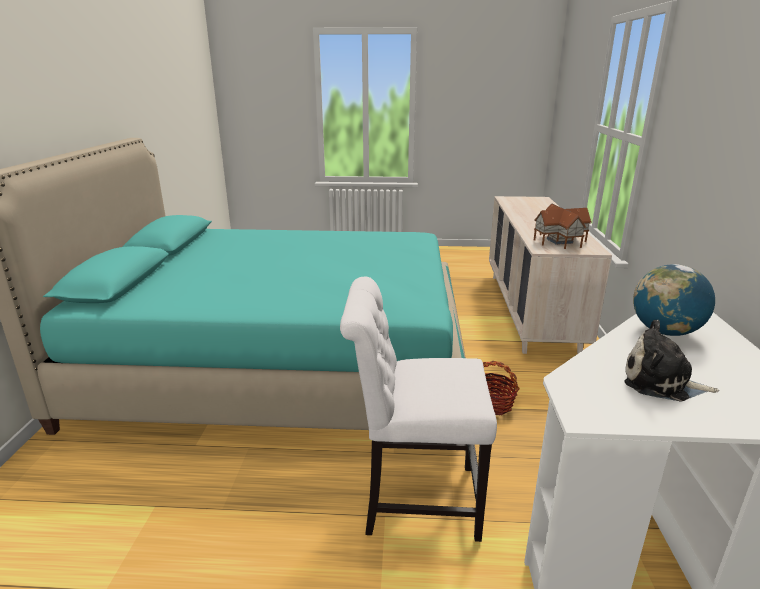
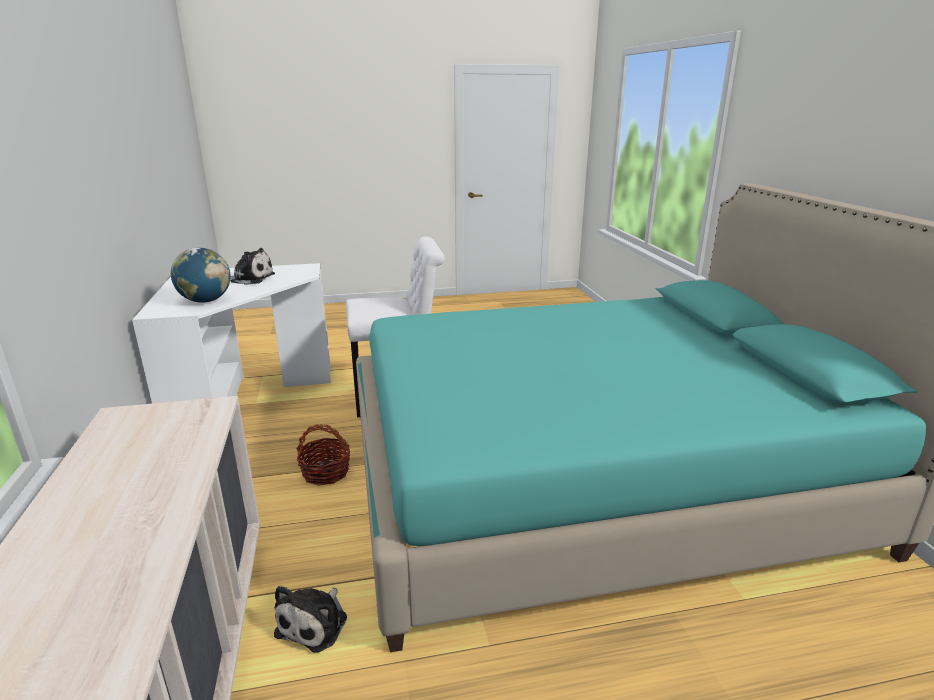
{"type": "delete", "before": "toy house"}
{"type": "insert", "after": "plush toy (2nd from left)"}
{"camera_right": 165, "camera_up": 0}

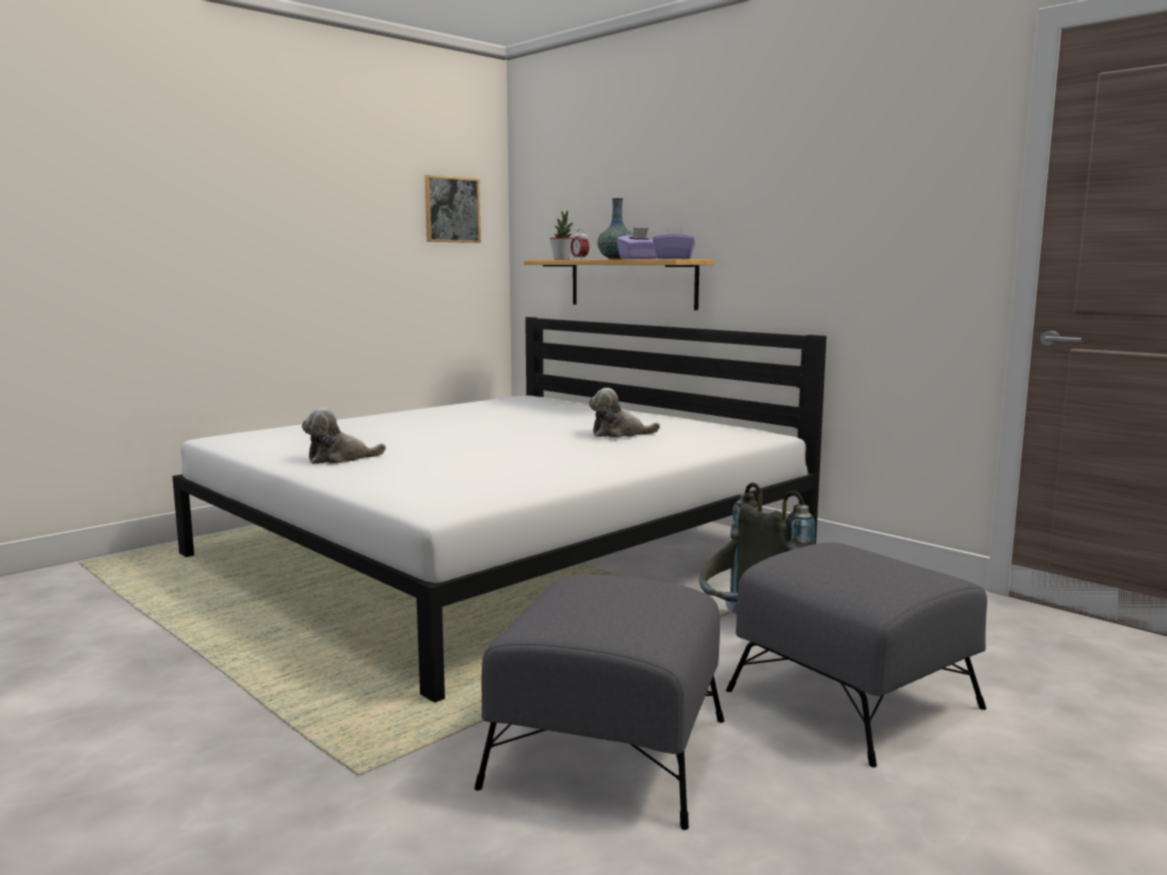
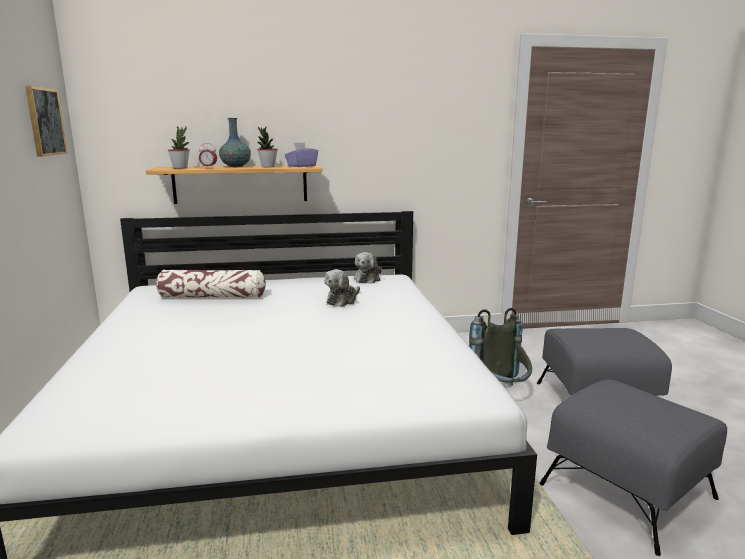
{"type": "insert", "after": "pillow"}
{"type": "move", "before": "plush toy (1st from left in the first image)", "after": "plush toy (2nd from left)"}
{"type": "replace", "before": "purple tissue box (1st from left)", "after": "potted plant (2nd from left)"}
{"camera_right": -55, "camera_up": 5}

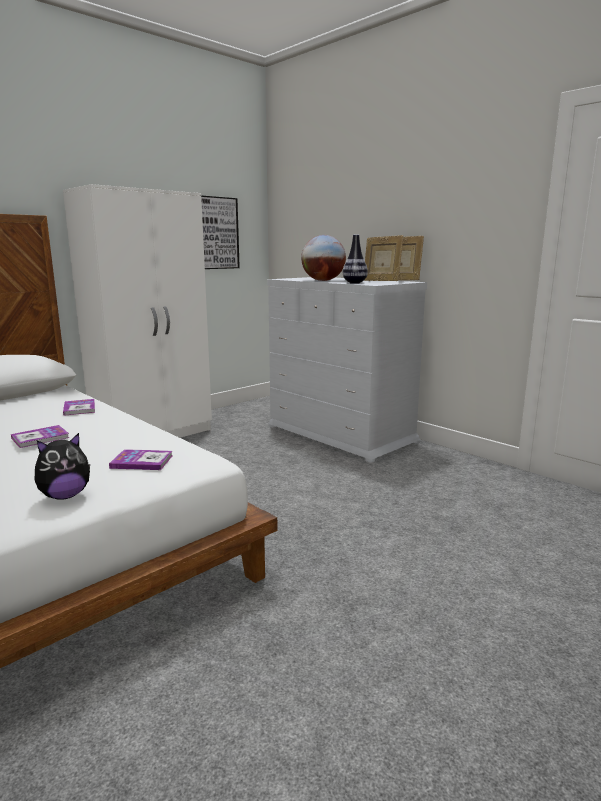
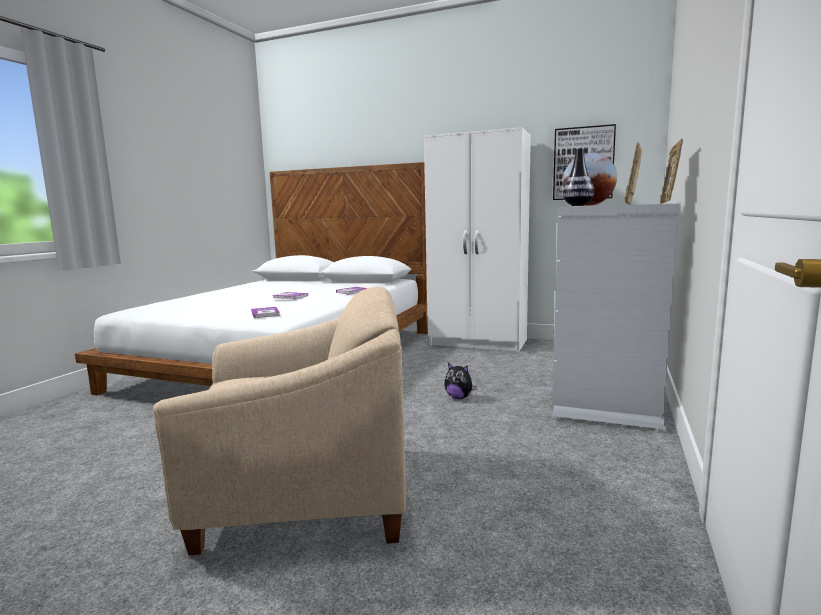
{"type": "insert", "after": "beige armchair"}
{"type": "move", "before": "plush toy"}
{"camera_right": 65, "camera_up": -5}

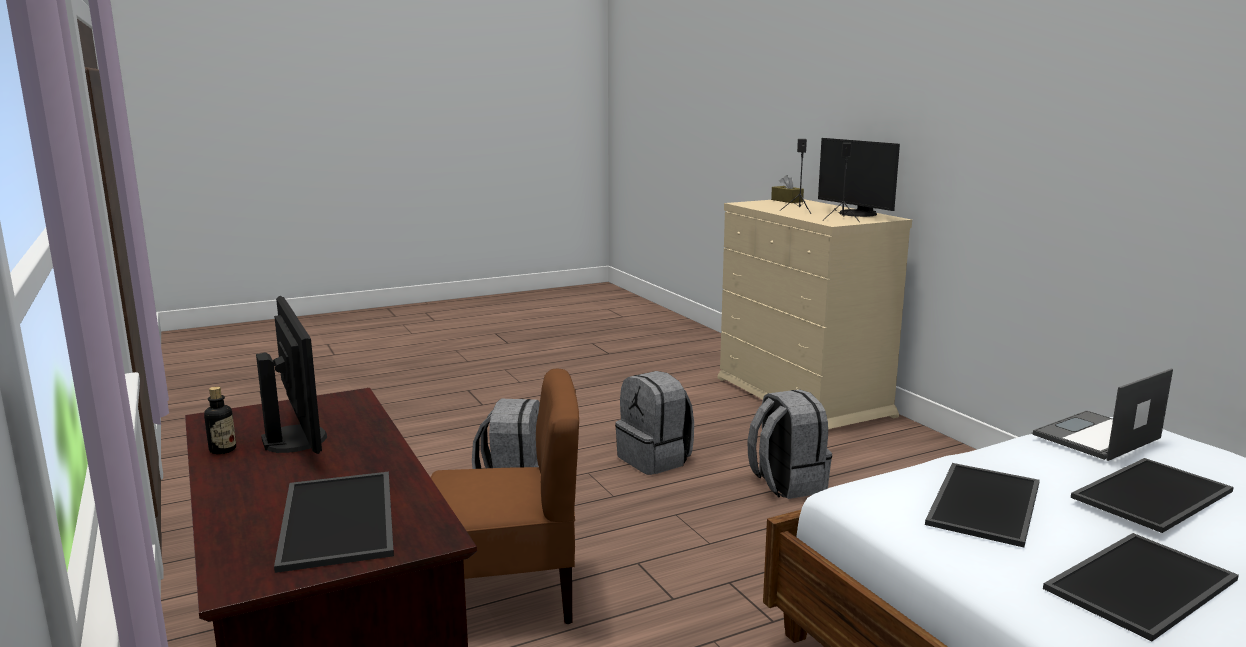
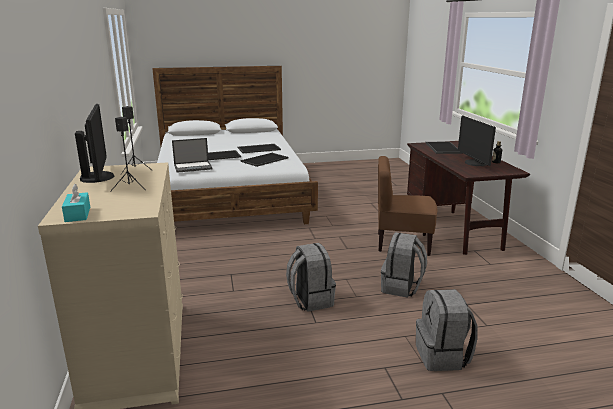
{"type": "move", "before": "grey backpack (3rd from left)"}
{"type": "recolor", "before": "brown tissue box", "after": "turquoise tissue box"}
{"camera_right": -165, "camera_up": 5}

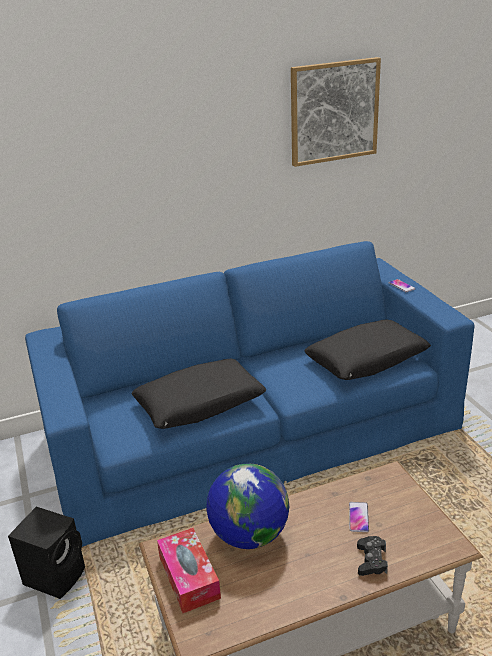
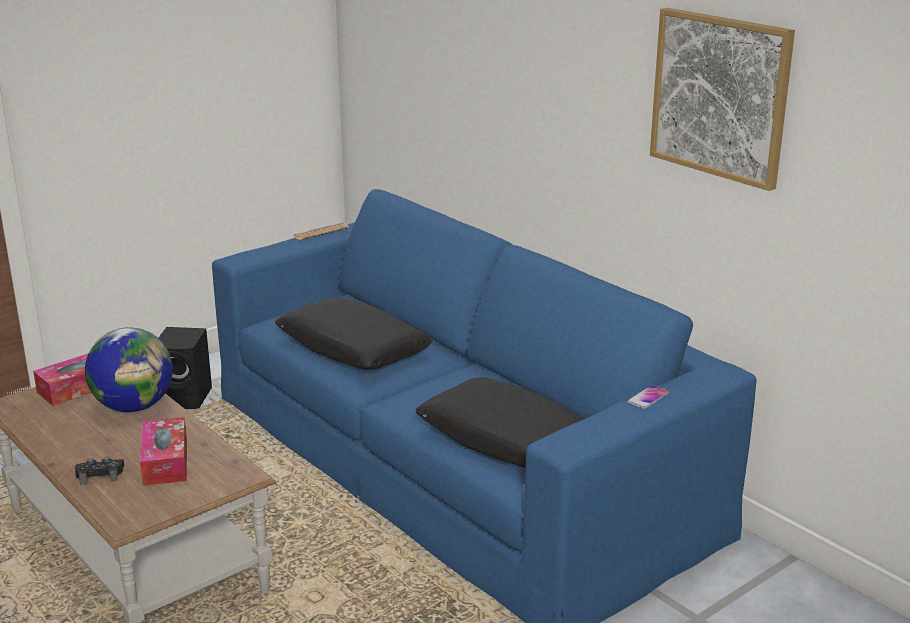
{"type": "insert", "after": "newspaper"}
{"type": "replace", "before": "phone (1st from left)", "after": "tissue box (2nd from left)"}
{"camera_right": 70, "camera_up": -5}

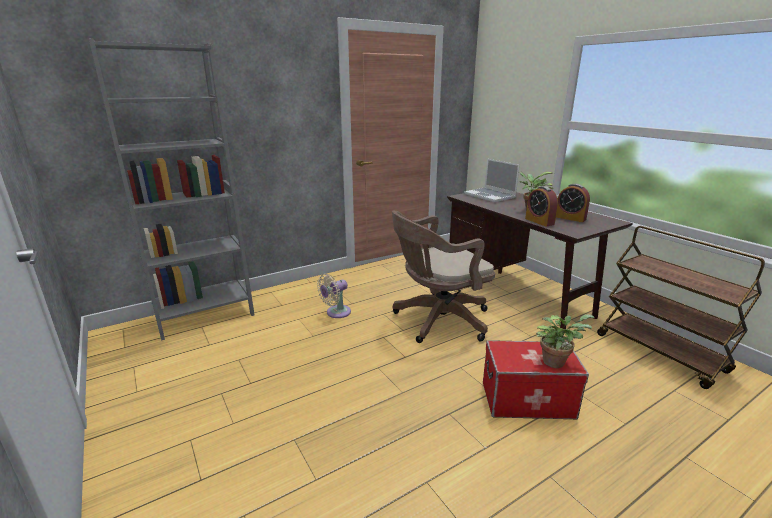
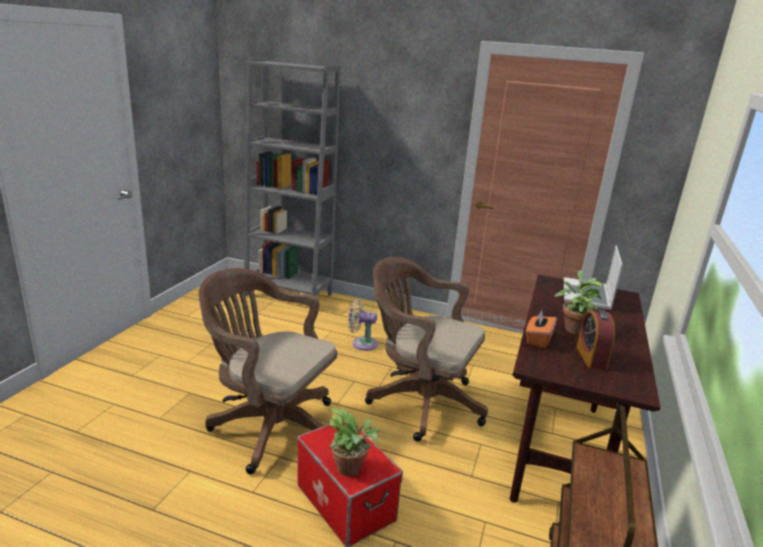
{"type": "insert", "after": "brown office chair (1st from left)"}
{"type": "replace", "before": "alarm clock (1st from left)", "after": "orange tissue box"}
{"camera_right": 50, "camera_up": 0}

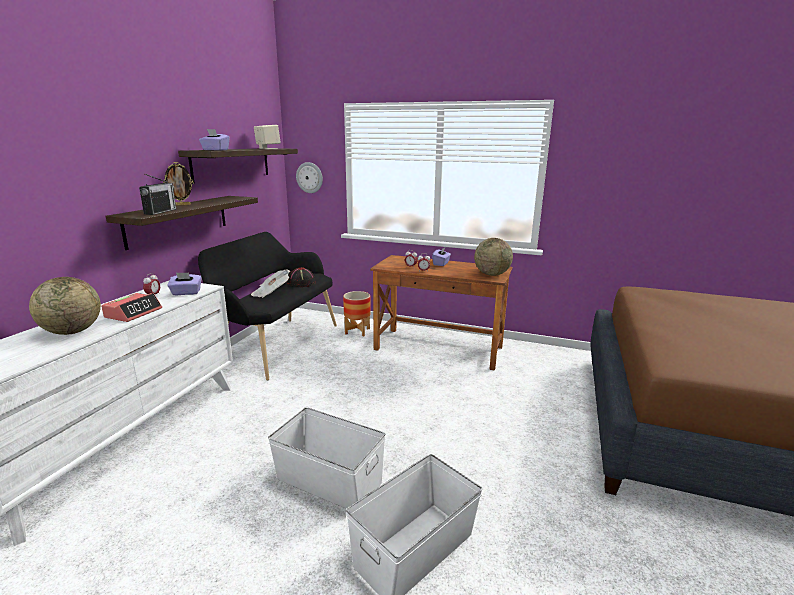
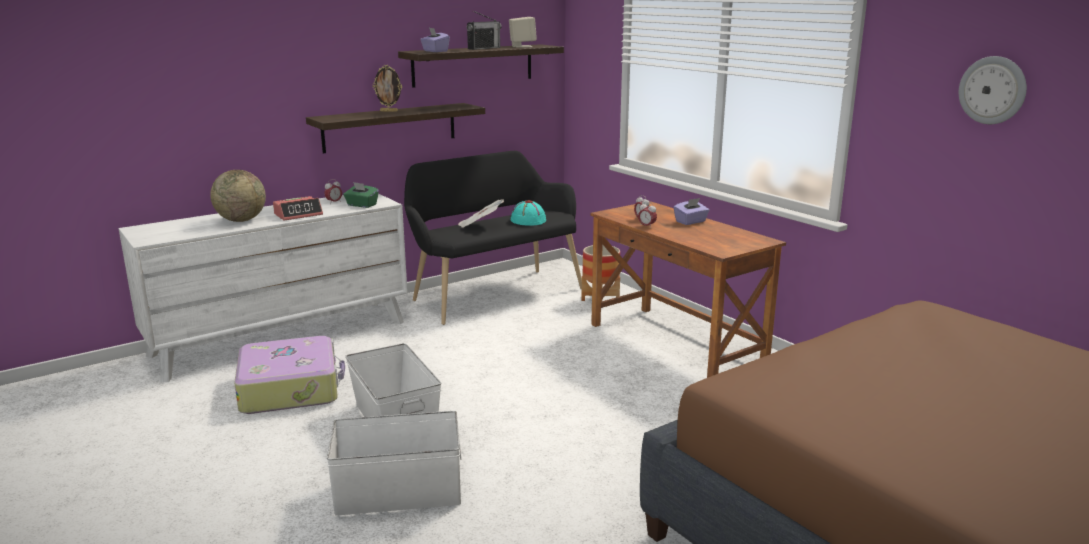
{"type": "delete", "before": "globe (2nd from left)"}
{"type": "insert", "after": "suitcase"}
{"type": "move", "before": "radio"}
{"type": "move", "before": "wall clock"}
{"type": "recolor", "before": "purple tissue box (1st from left)", "after": "green tissue box"}
{"type": "recolor", "before": "black hat", "after": "turquoise hat"}
{"camera_right": 35, "camera_up": 0}

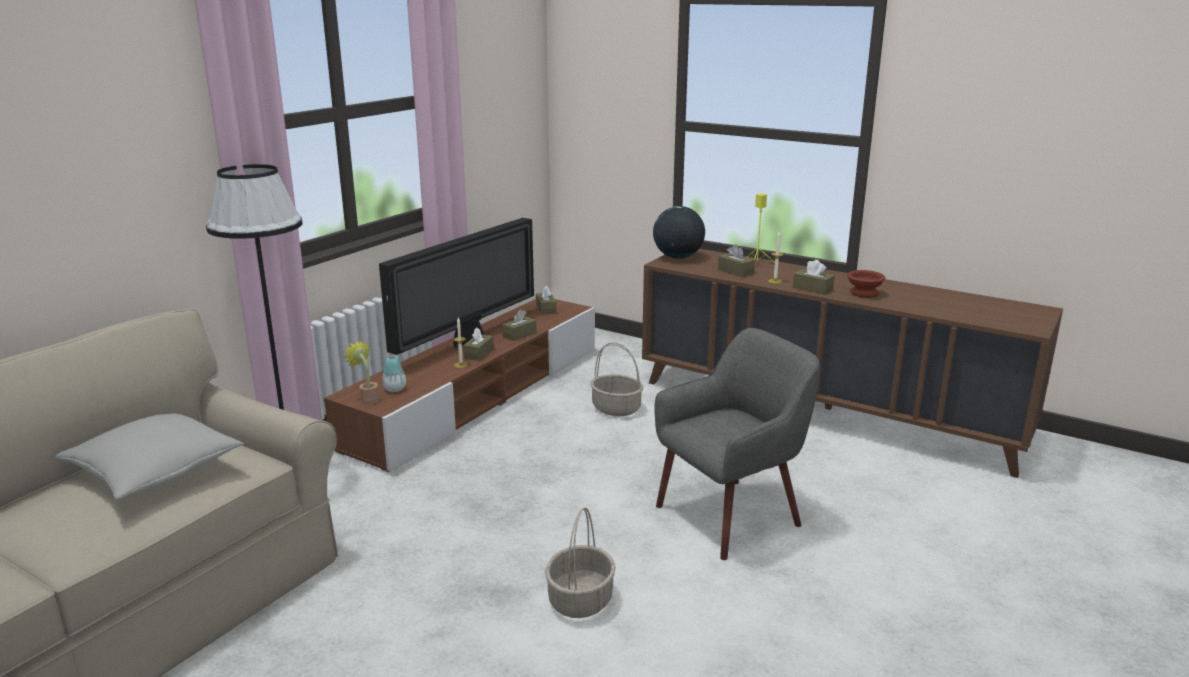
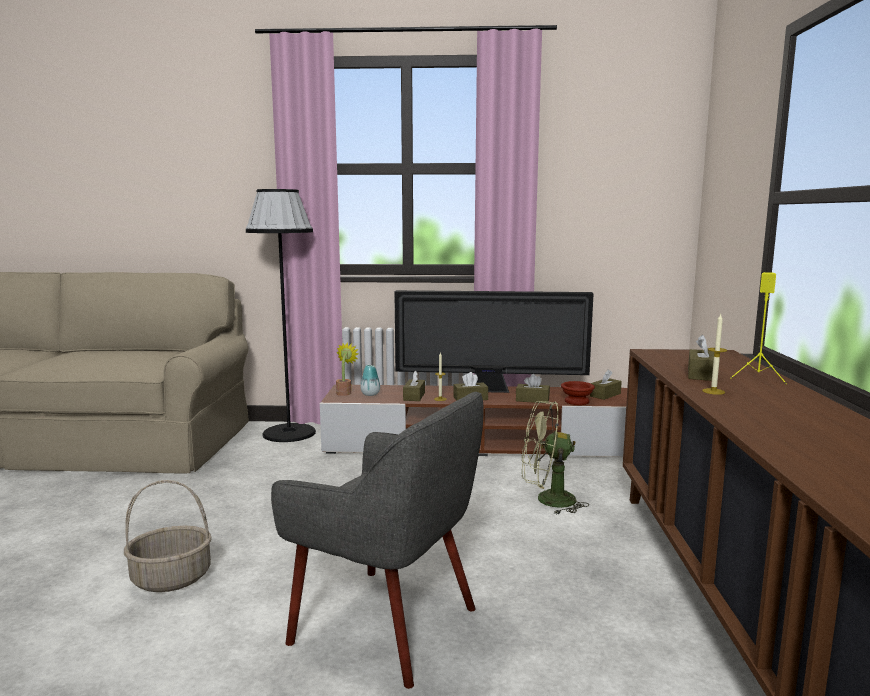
{"type": "delete", "before": "grey pillow"}
{"type": "delete", "before": "globe"}
{"type": "move", "before": "brown tissue box (5th from left in the first image)", "after": "brown tissue box (1st from left)"}
{"type": "move", "before": "brown bowl"}
{"type": "replace", "before": "basket (2nd from left)", "after": "green fan"}
{"camera_right": 60, "camera_up": -10}

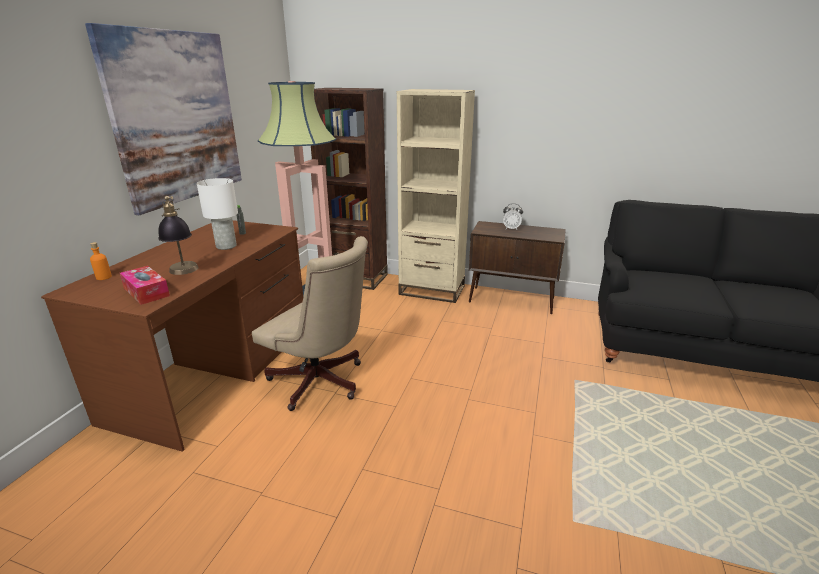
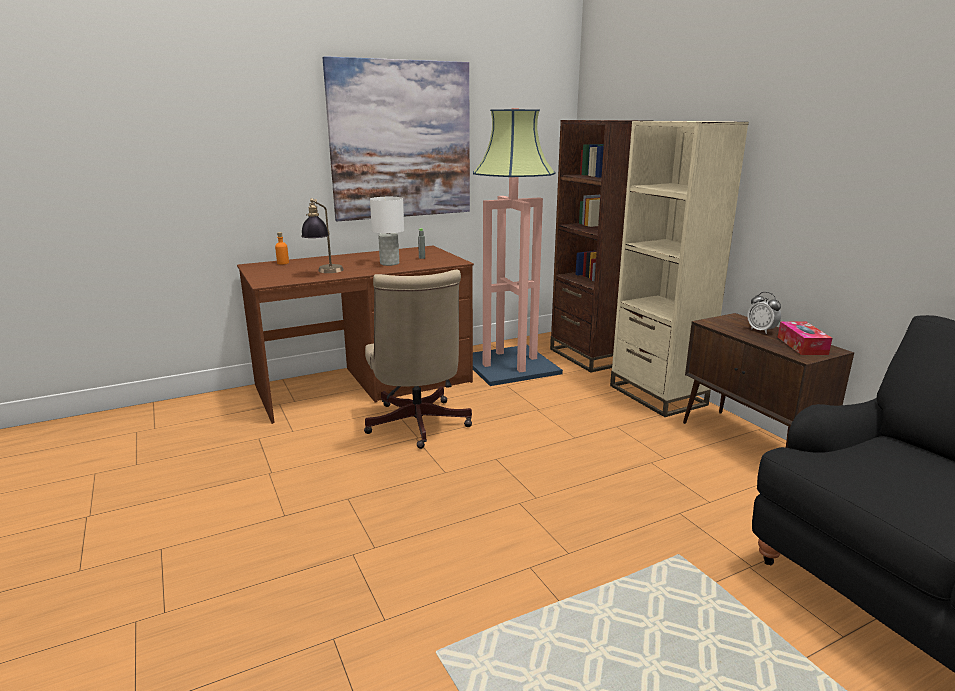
{"type": "move", "before": "tissue box"}
{"camera_right": 45, "camera_up": -5}

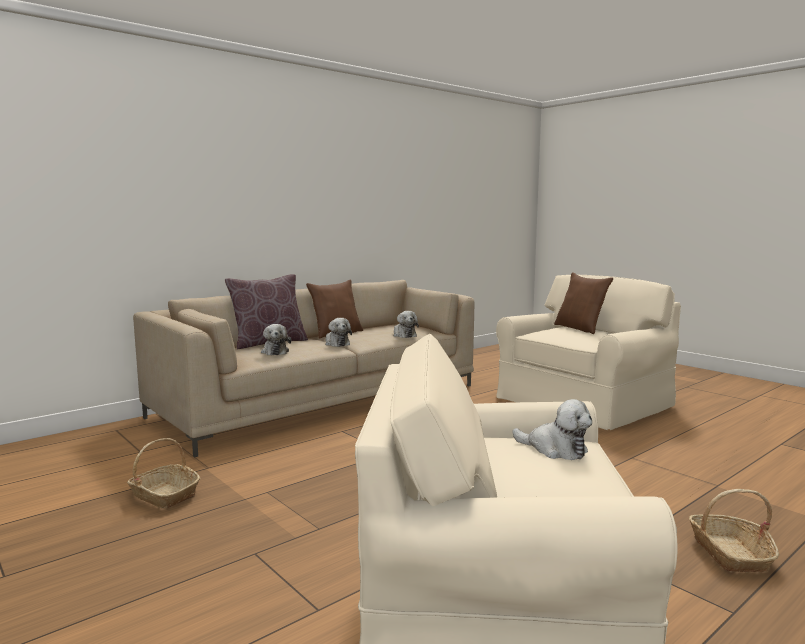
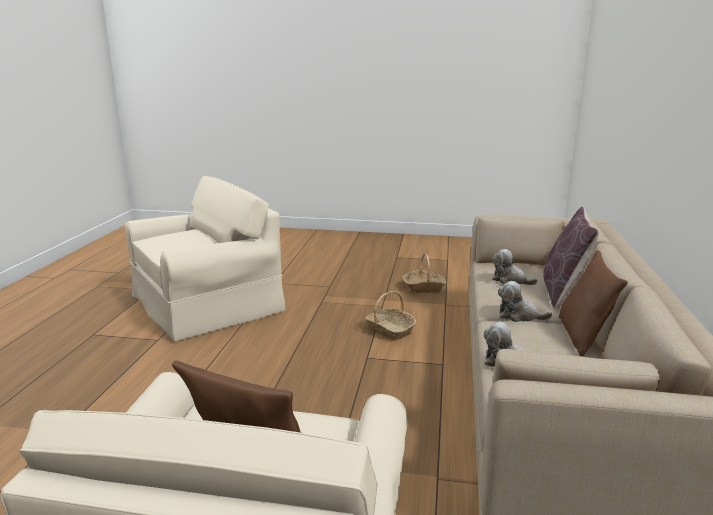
{"type": "delete", "before": "plush toy (4th from left)"}
{"type": "move", "before": "basket (2nd from left in the first image)", "after": "basket (1st from left)"}
{"camera_right": 140, "camera_up": 10}

